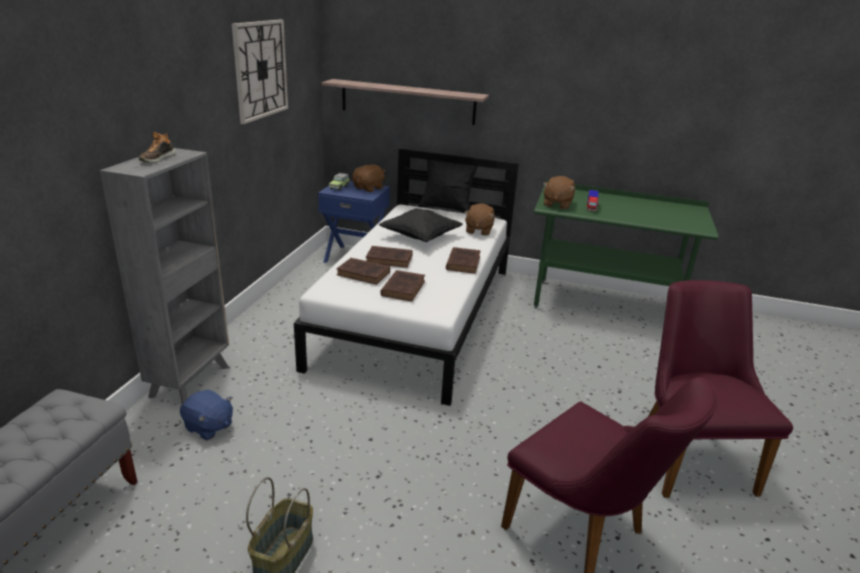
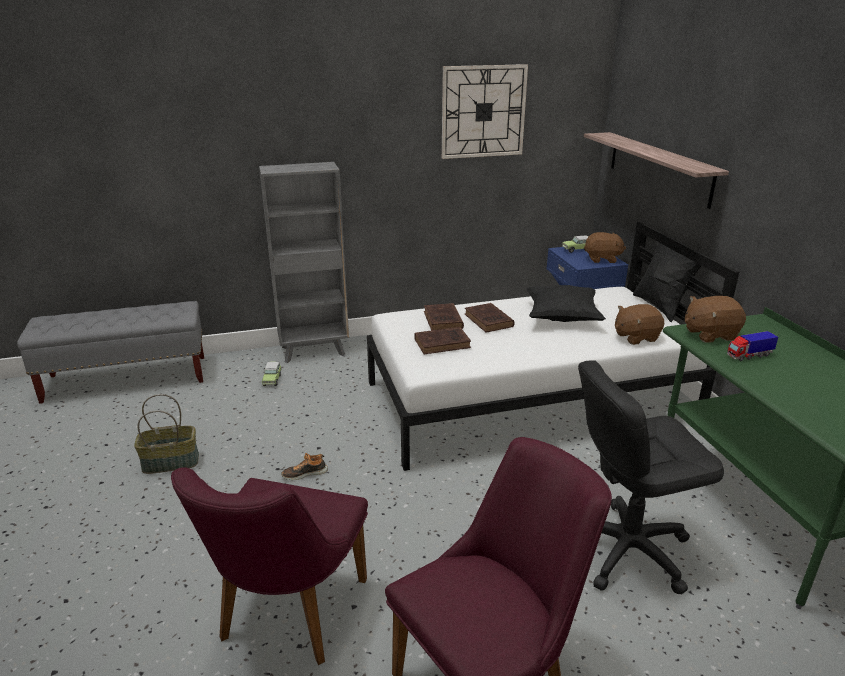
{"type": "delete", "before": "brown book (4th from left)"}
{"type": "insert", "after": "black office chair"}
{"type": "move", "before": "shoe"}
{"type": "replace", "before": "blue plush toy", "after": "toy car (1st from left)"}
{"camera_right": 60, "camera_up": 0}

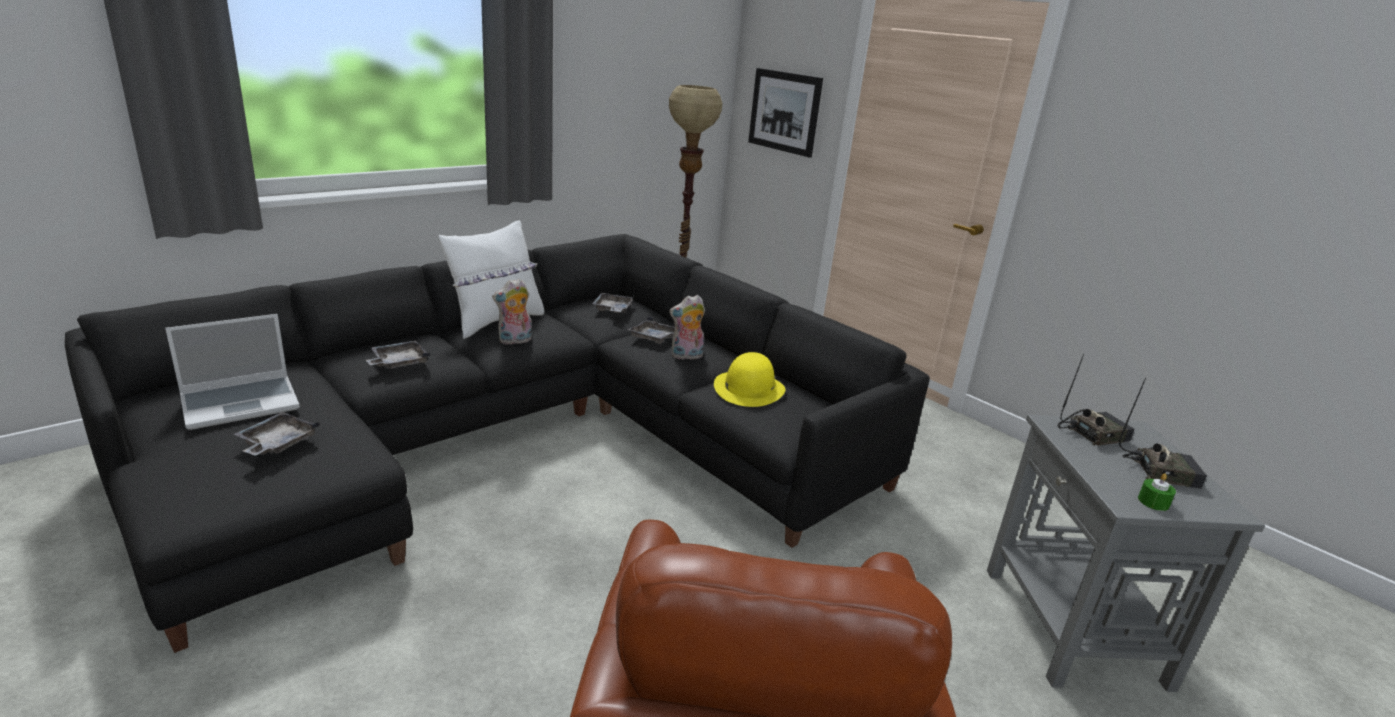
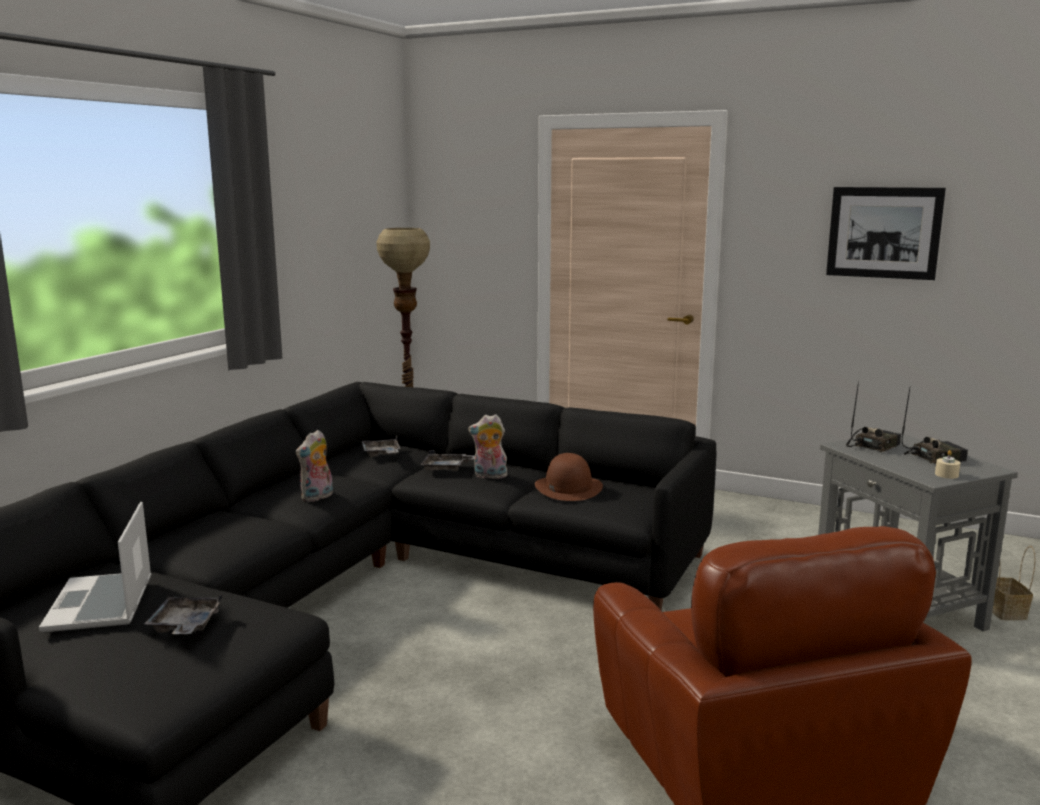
{"type": "delete", "before": "grey tray (2nd from left)"}
{"type": "delete", "before": "white pillow"}
{"type": "insert", "after": "basket"}
{"type": "move", "before": "picture"}
{"type": "recolor", "before": "yellow hat", "after": "brown hat"}
{"type": "recolor", "before": "green candle", "after": "beige candle"}
{"type": "rotate", "before": "laptop", "turn": 135}
{"type": "rotate", "before": "plush toy (2nd from left)", "turn": 45}
{"camera_right": -20, "camera_up": -10}

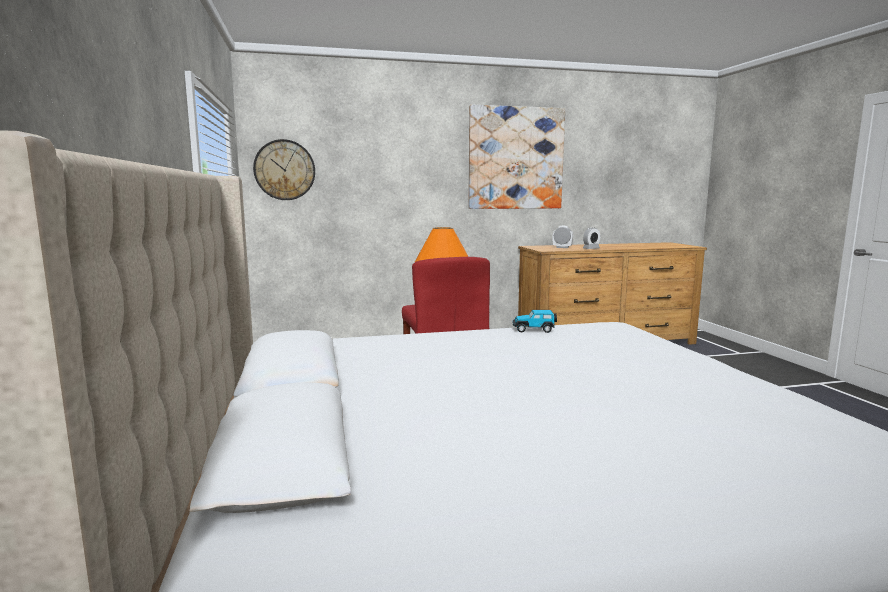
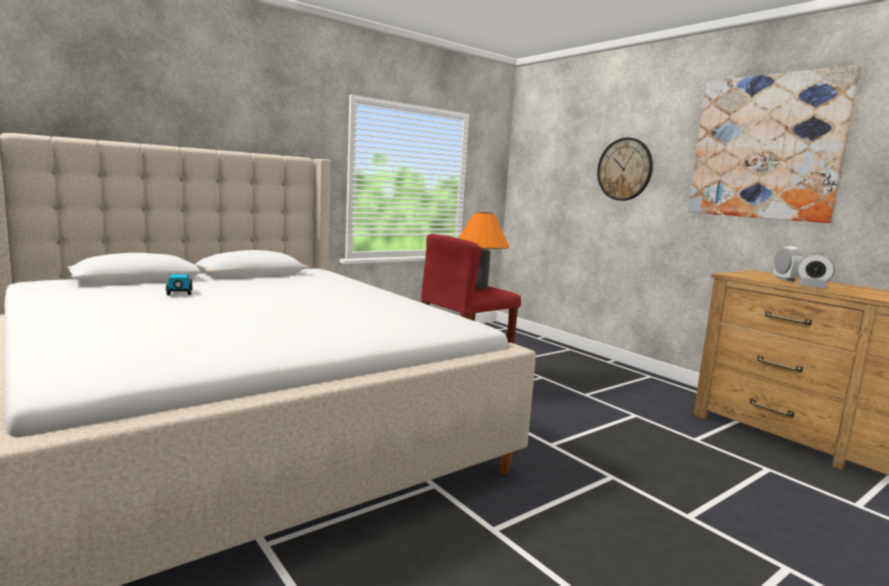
{"type": "move", "before": "wall clock"}
{"type": "move", "before": "toy car"}
{"camera_right": 65, "camera_up": 0}

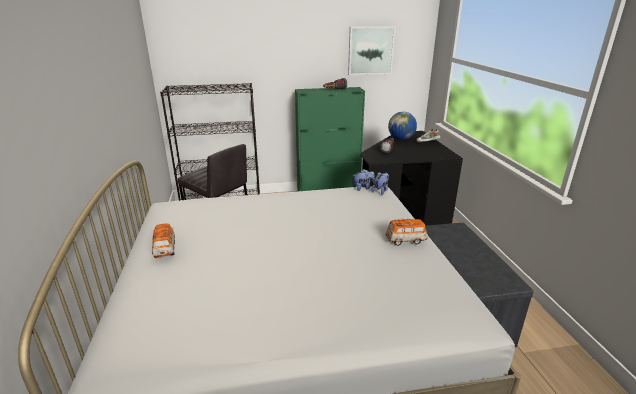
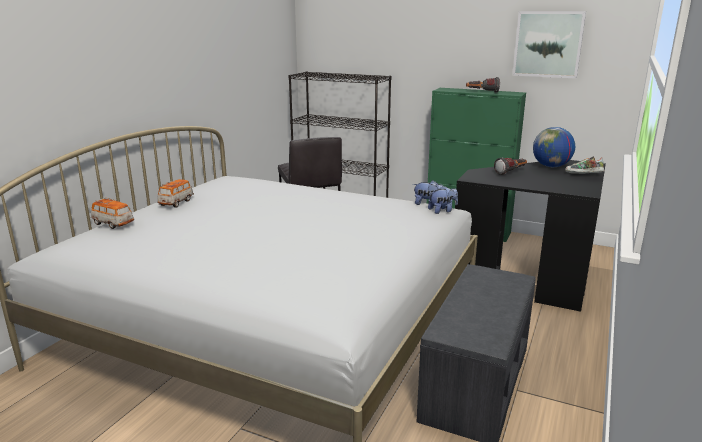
{"type": "move", "before": "toy car (2nd from left in the first image)", "after": "toy car (1st from left)"}
{"camera_right": 35, "camera_up": -5}

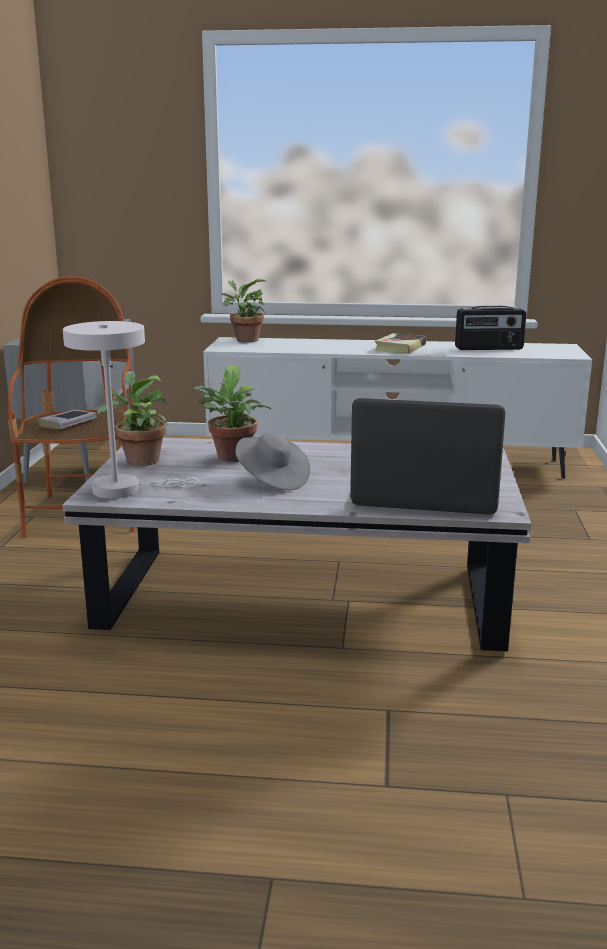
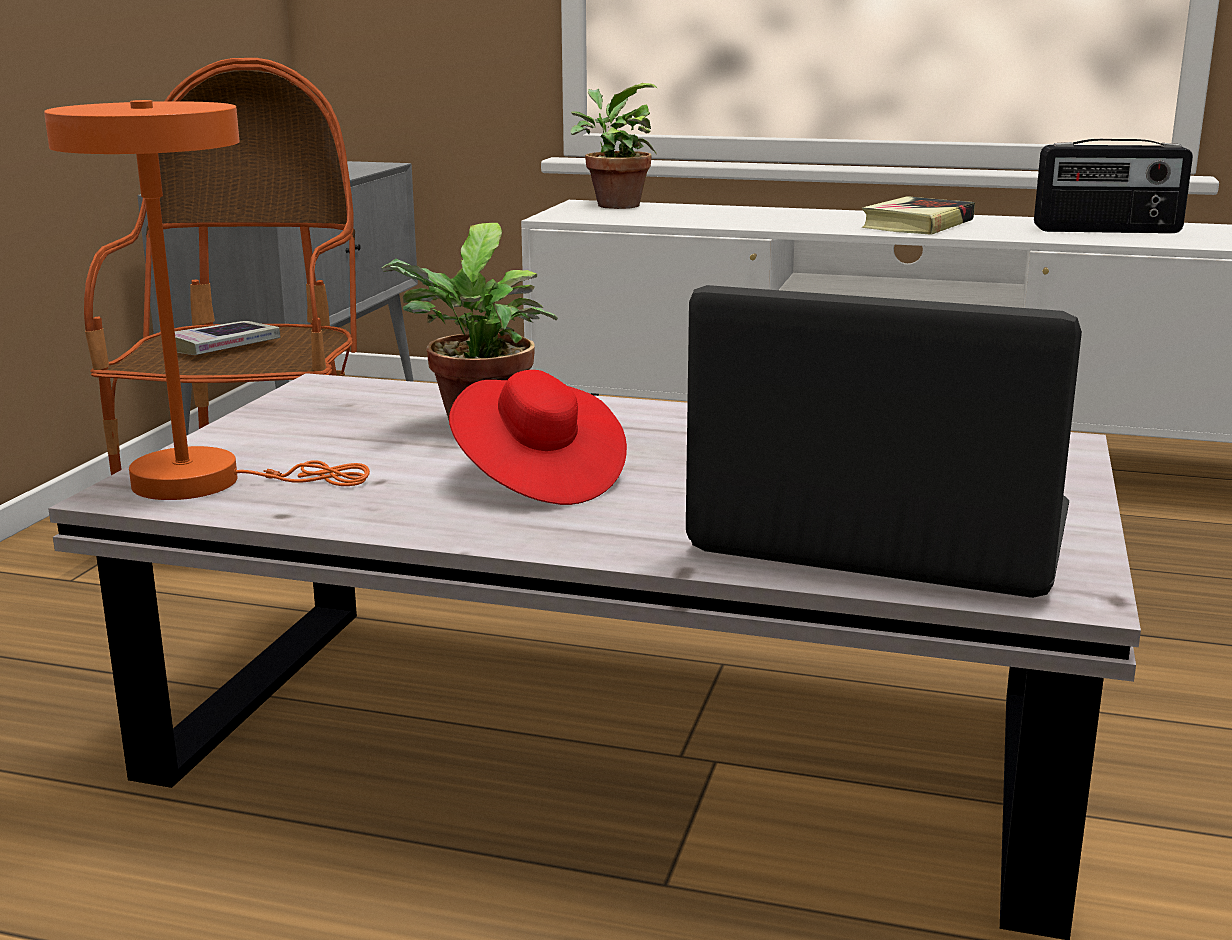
{"type": "delete", "before": "potted plant (1st from left)"}
{"type": "recolor", "before": "white table lamp", "after": "orange table lamp"}
{"type": "recolor", "before": "grey hat", "after": "red hat"}
{"camera_right": 10, "camera_up": 0}

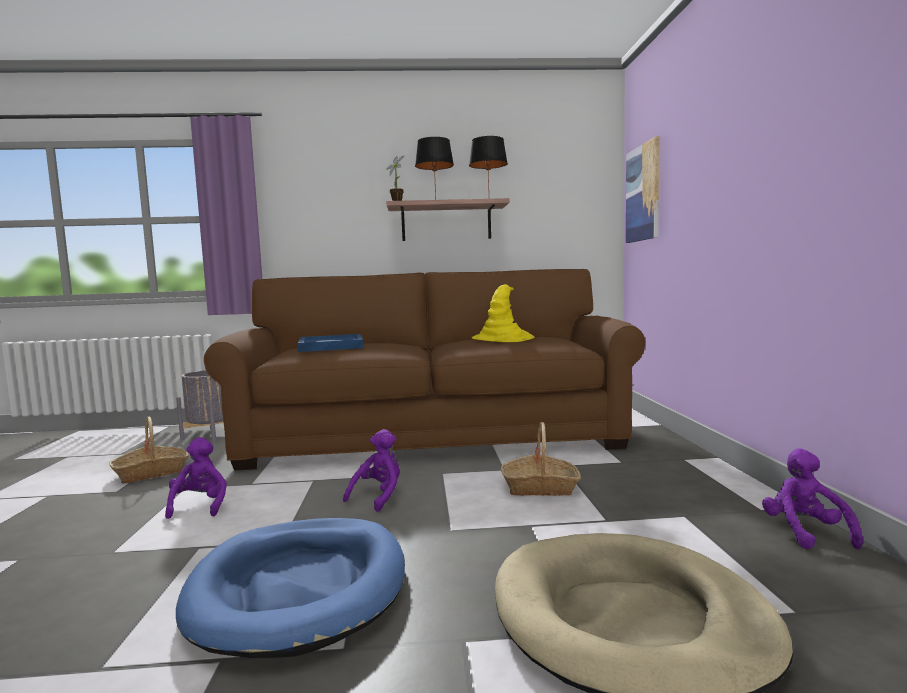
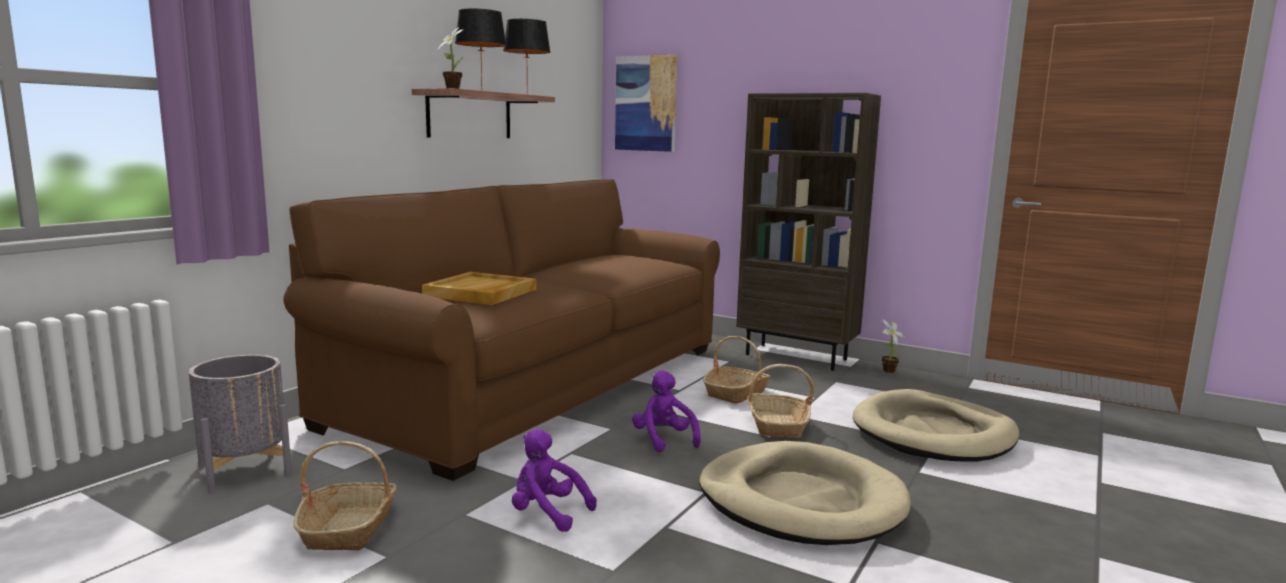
{"type": "delete", "before": "yellow hat"}
{"type": "insert", "after": "brown bookcase"}
{"type": "insert", "after": "basket (3rd from left)"}
{"type": "replace", "before": "purple plush toy (3rd from left)", "after": "potted plant (2nd from left)"}
{"type": "recolor", "before": "blue dog bed", "after": "beige dog bed (1st from left)"}
{"type": "recolor", "before": "blue tray", "after": "beige tray"}
{"camera_right": -55, "camera_up": 5}

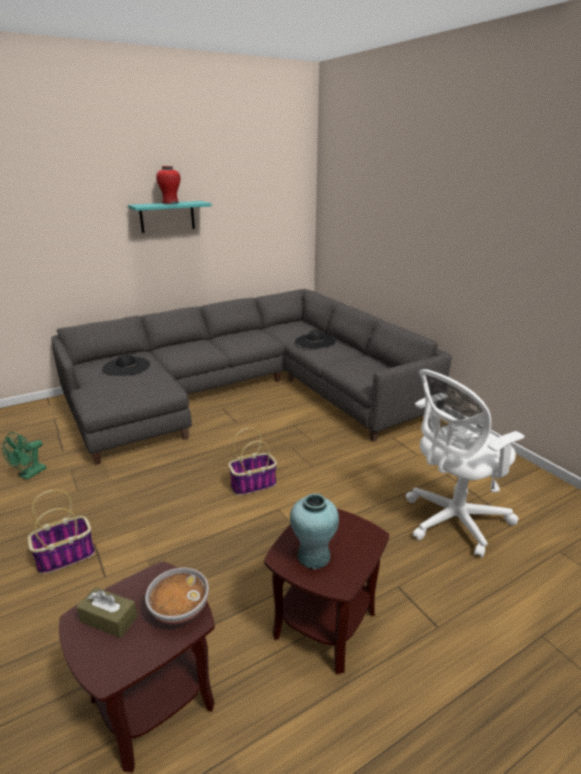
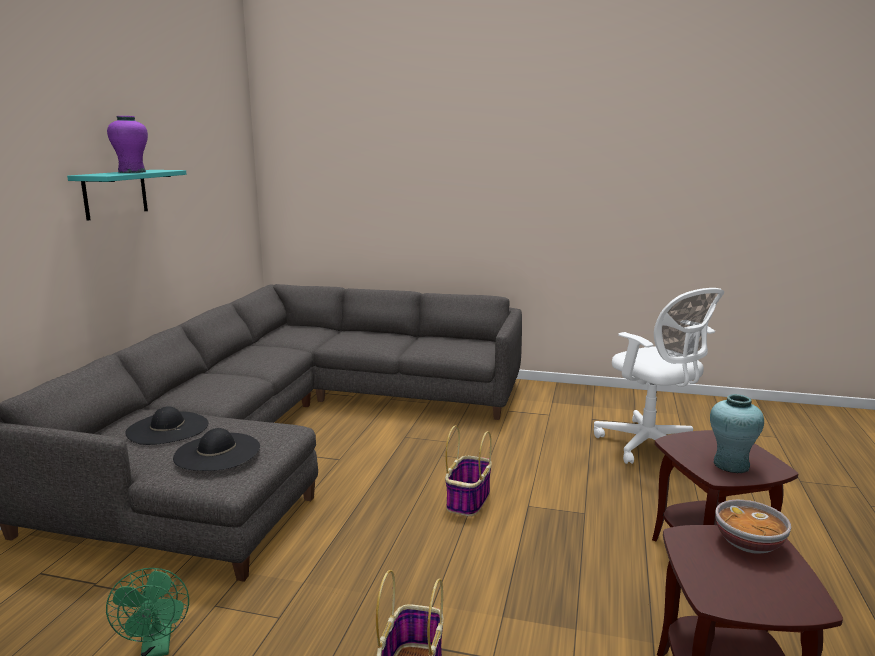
{"type": "delete", "before": "brown tissue box"}
{"type": "move", "before": "black hat (2nd from left)"}
{"type": "recolor", "before": "red vase", "after": "purple vase"}
{"type": "rotate", "before": "white office chair", "turn": -45}
{"camera_right": -45, "camera_up": -10}

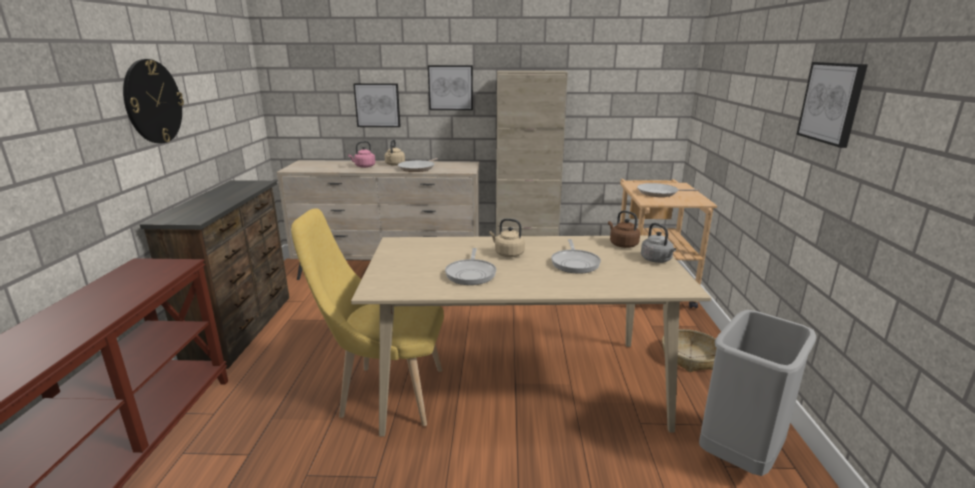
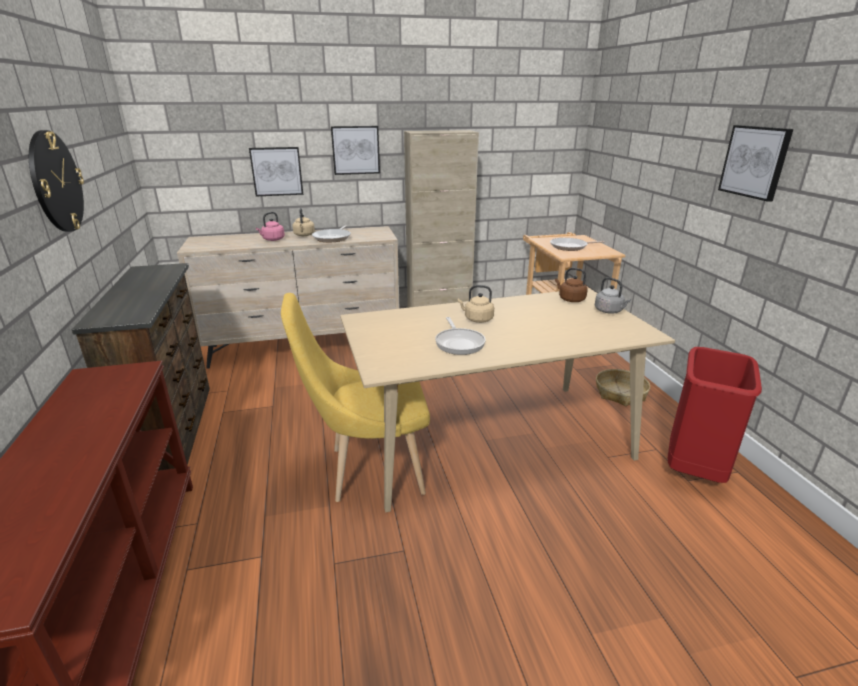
{"type": "delete", "before": "frying pan (3rd from left)"}
{"type": "recolor", "before": "grey trash can", "after": "red trash can"}
{"camera_right": -15, "camera_up": 5}

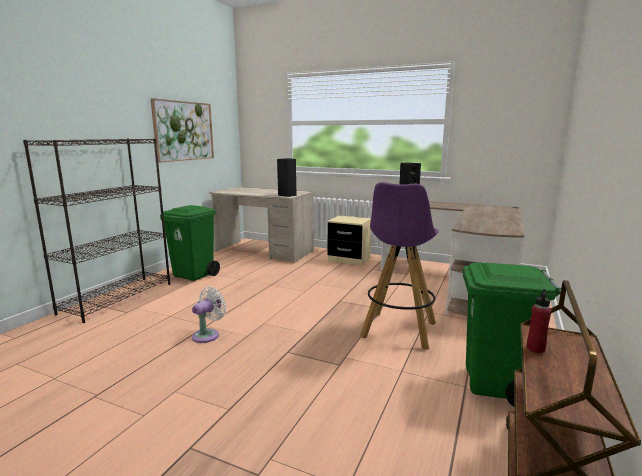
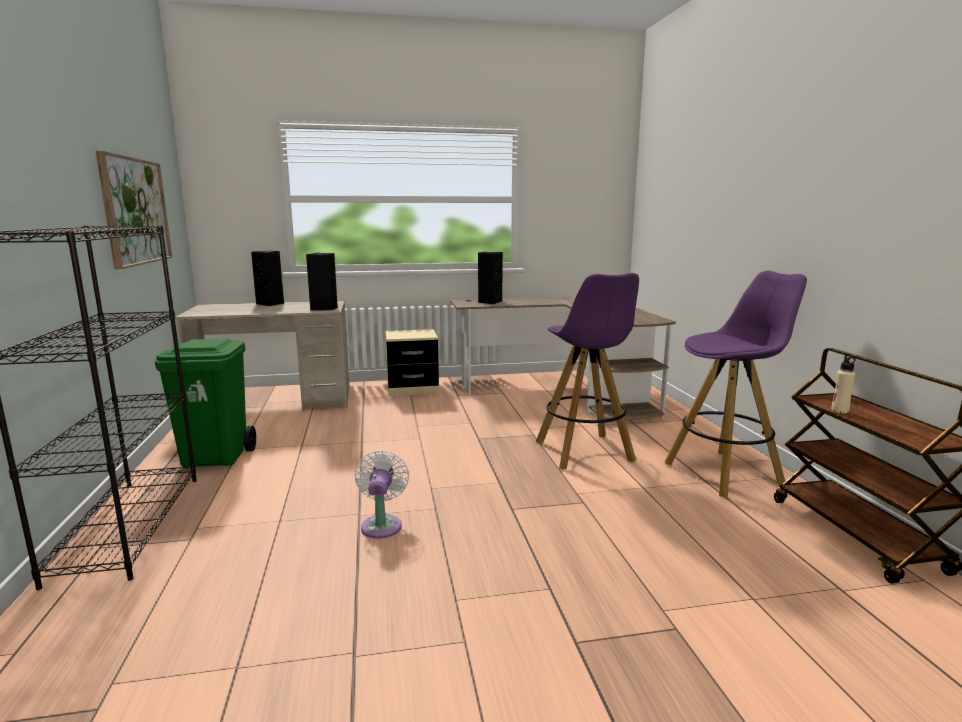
{"type": "insert", "after": "black speaker (1st from left)"}
{"type": "replace", "before": "green trash can (2nd from left)", "after": "purple stool (2nd from left)"}
{"type": "recolor", "before": "red bottle", "after": "beige bottle"}
{"camera_right": -35, "camera_up": 0}

